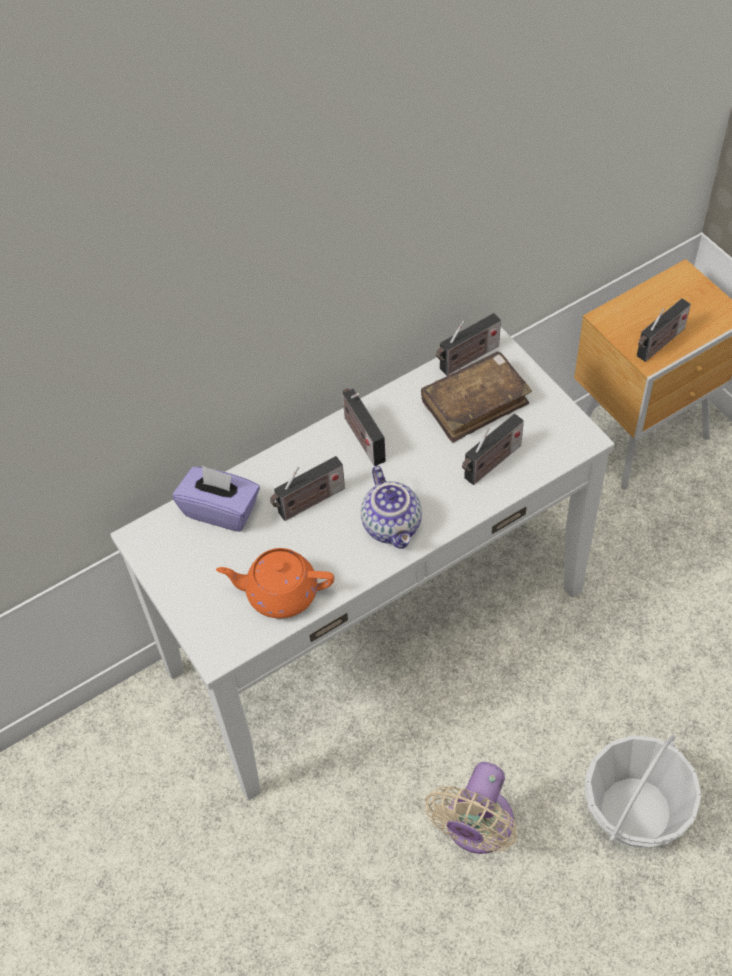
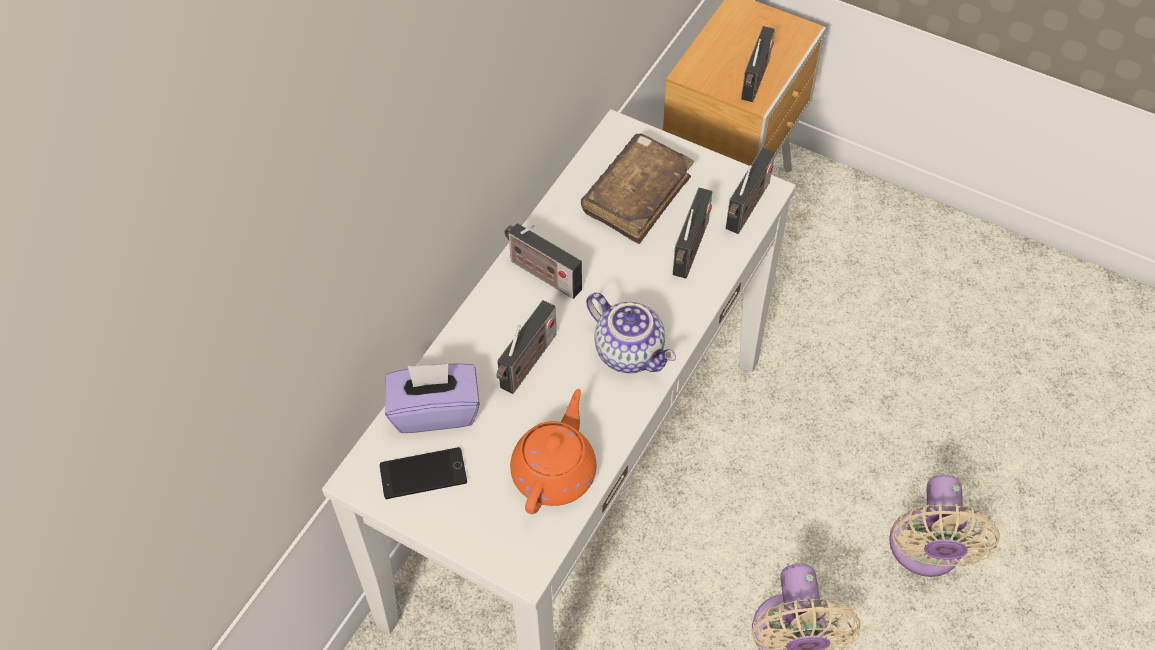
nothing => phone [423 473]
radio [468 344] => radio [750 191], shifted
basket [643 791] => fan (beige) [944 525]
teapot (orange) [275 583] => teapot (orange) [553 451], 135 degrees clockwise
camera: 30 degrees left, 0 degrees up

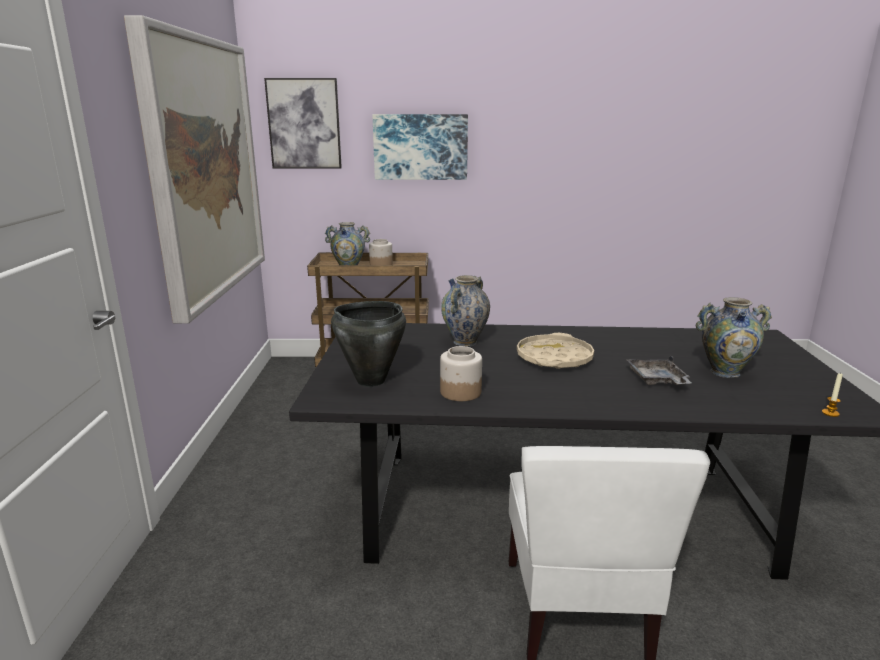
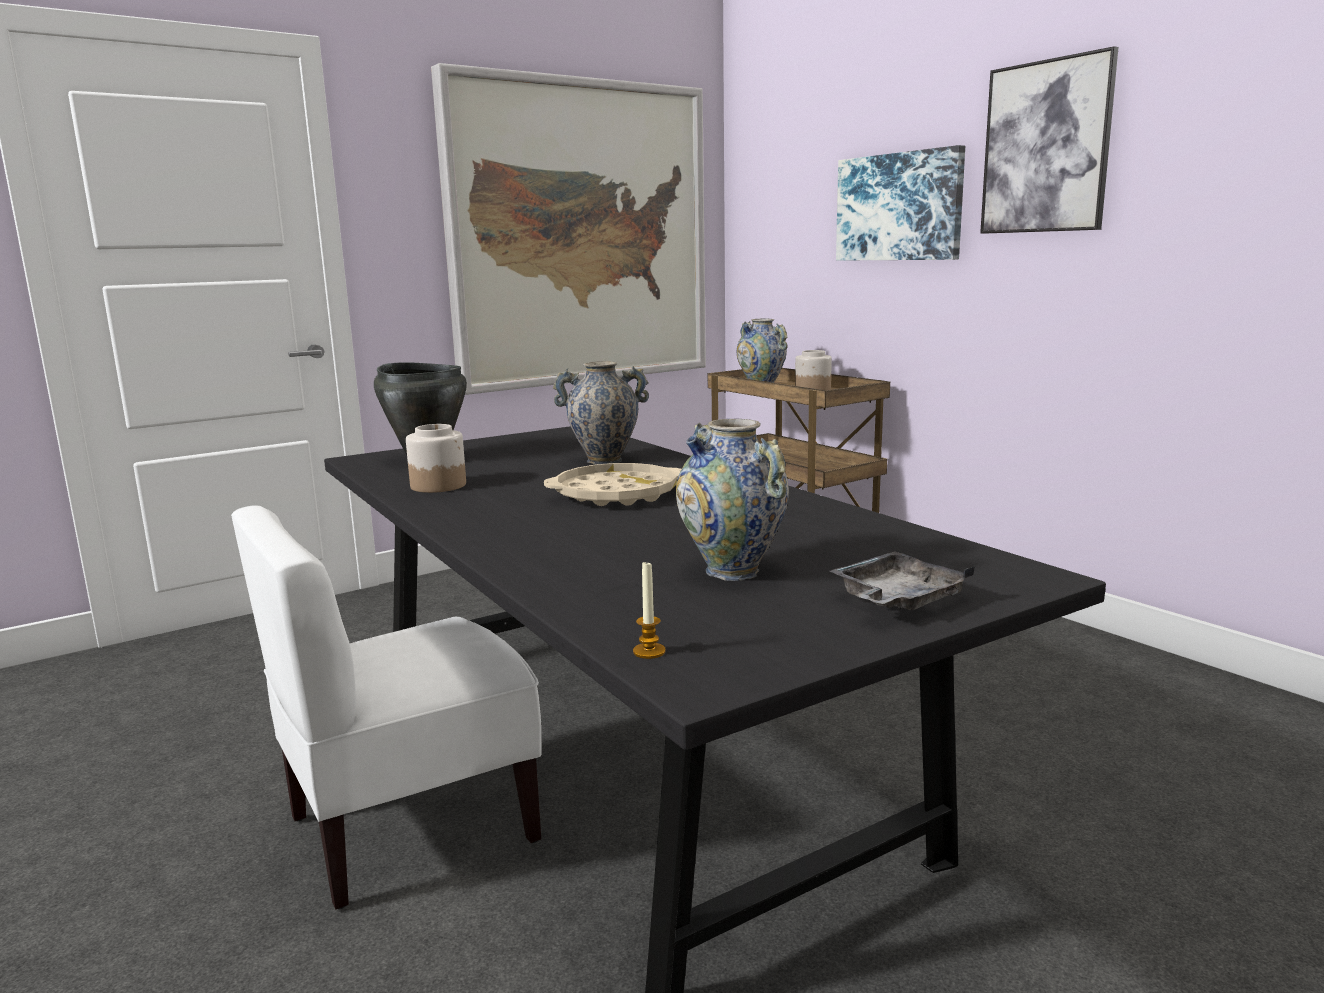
picture [303 123] => picture [1049 140], shifted
tray (grey) [658 370] => tray (grey) [902 580], shifted
camera: 55 degrees right, 5 degrees down

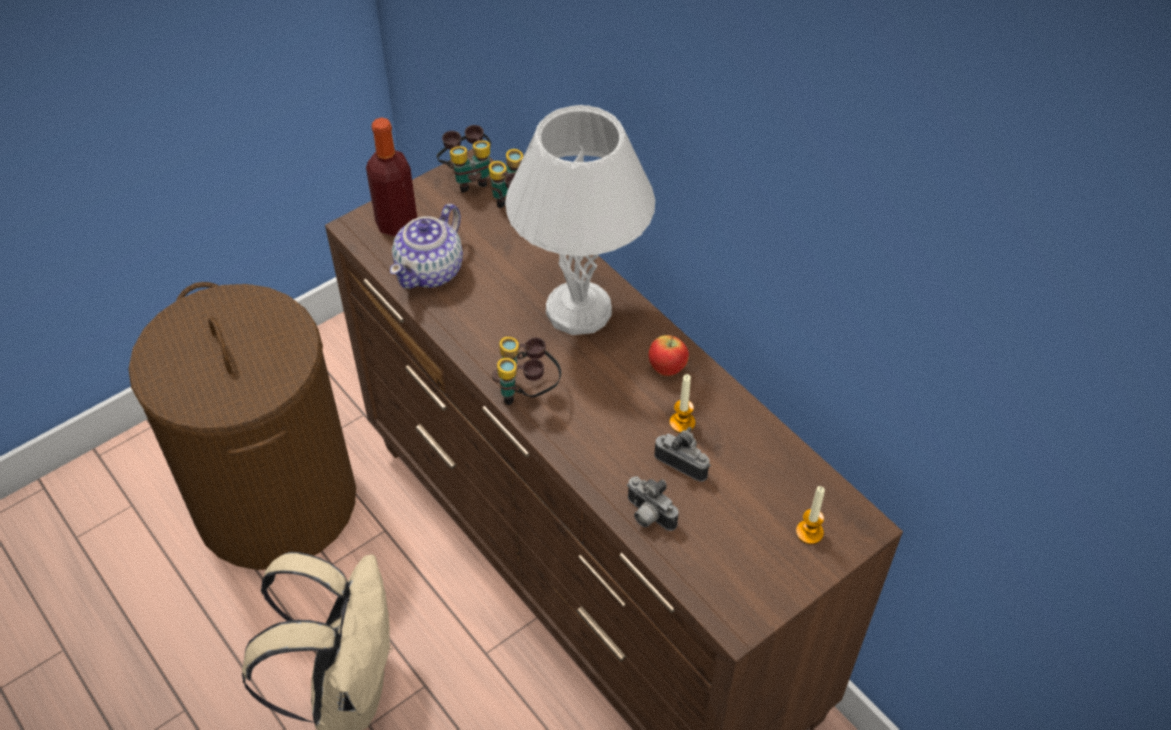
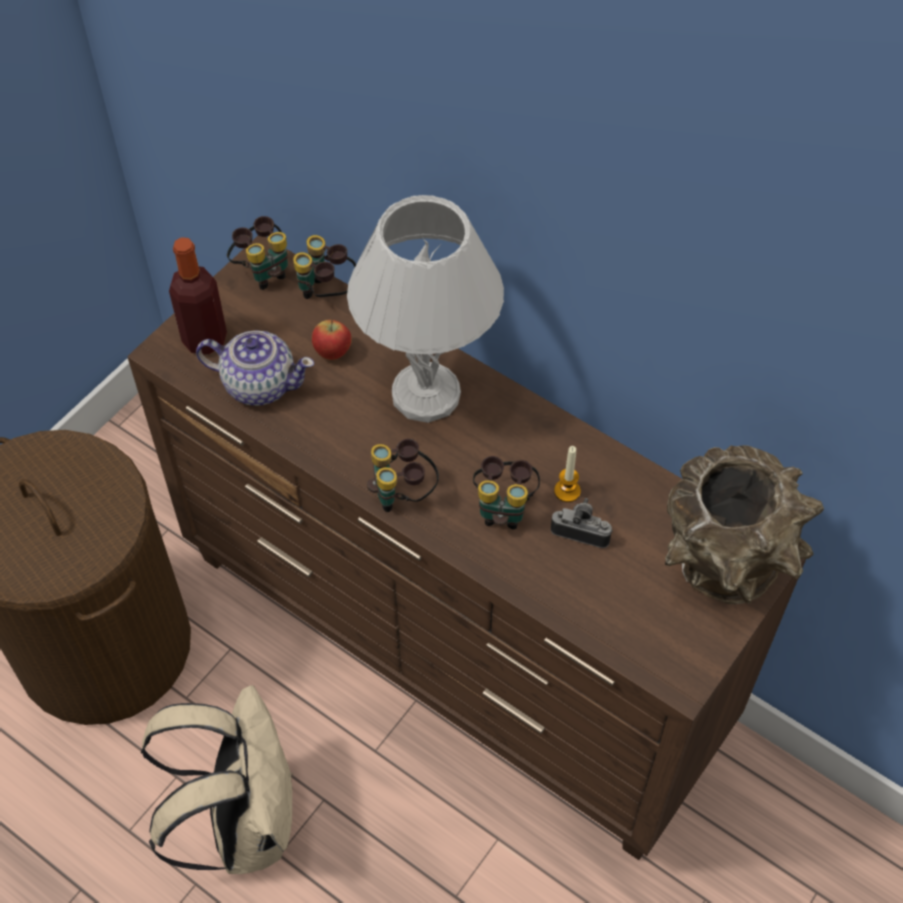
photo camera [652 503] => nothing
nothing => binoculars [506 492]
apple [669 355] => apple [332 340], shifted
candle [810 515] => vase (brown) [744 525]
teapot [426 246] => teapot [255 368], 90 degrees counterclockwise
camera: 15 degrees left, 5 degrees up

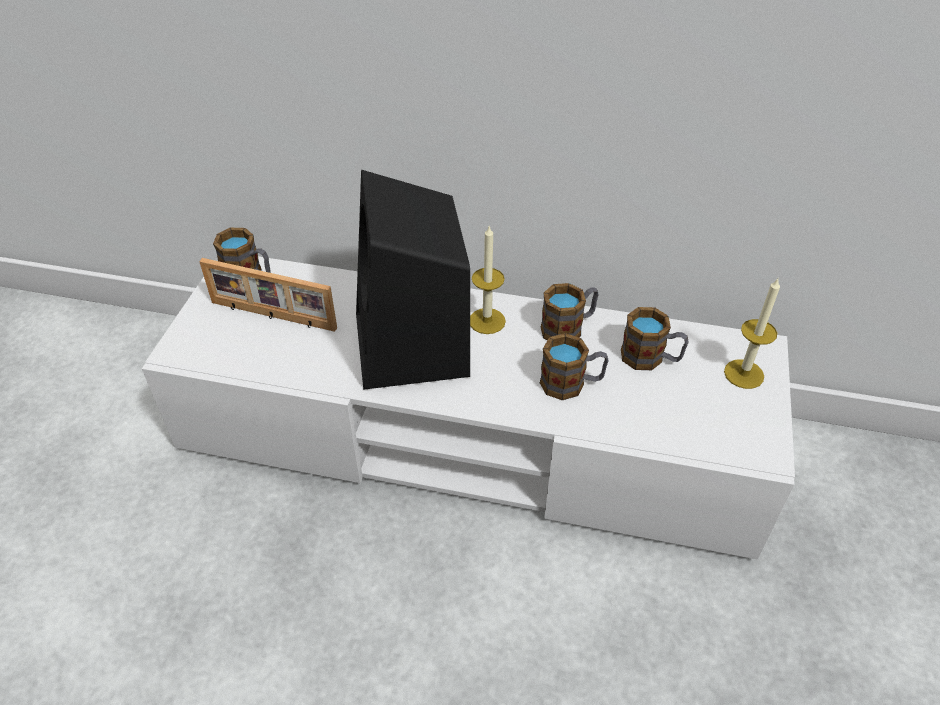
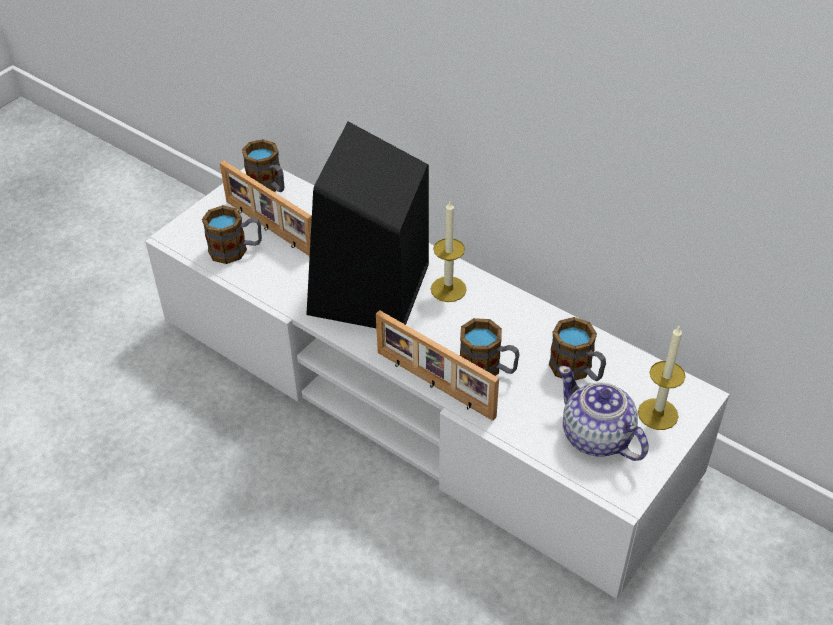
nothing => picture frame [437 365]
nothing => teapot [604 413]
mug [570 311] => mug [232 234], shifted
camera: 25 degrees right, 0 degrees up

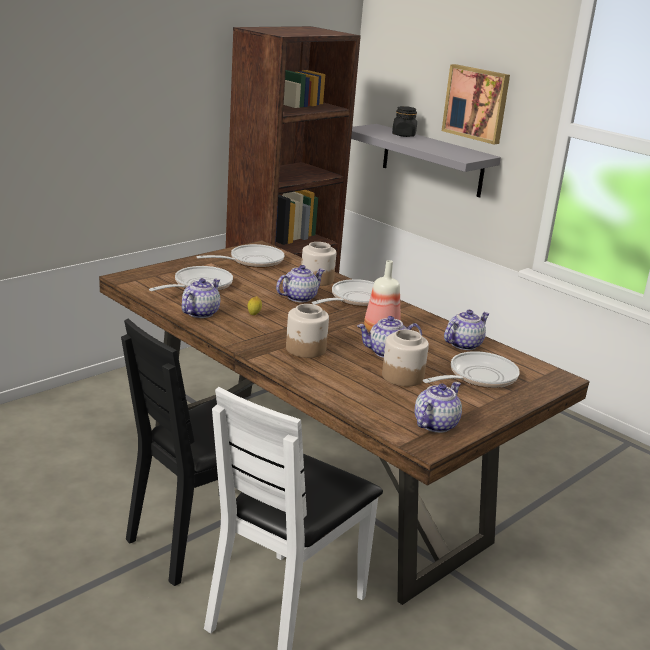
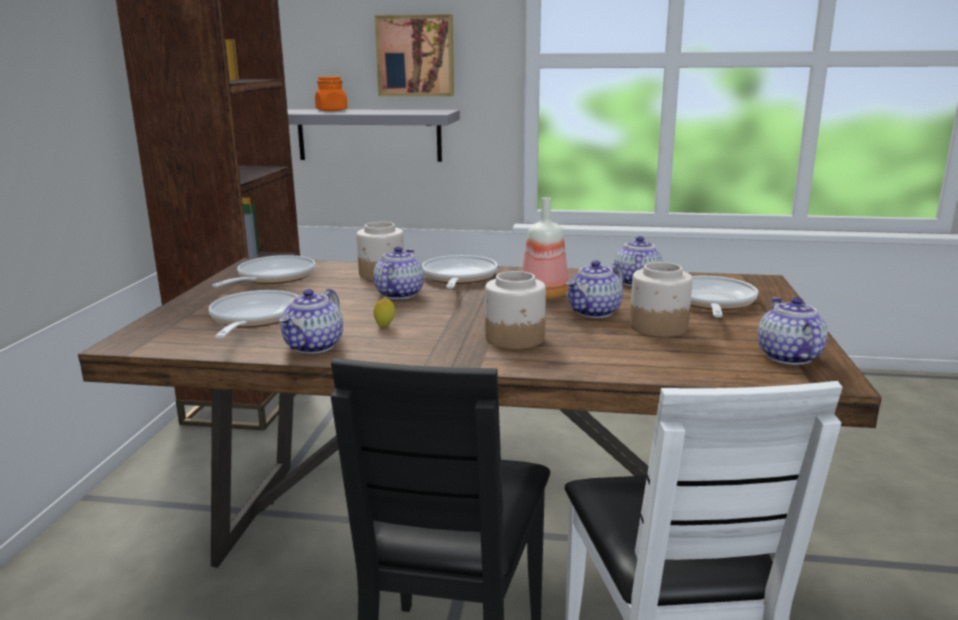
jar (black) [404 121] => jar (orange) [331 94]
teapot [201 298] => teapot [311 321], 150 degrees counterclockwise
camera: 35 degrees left, 5 degrees down

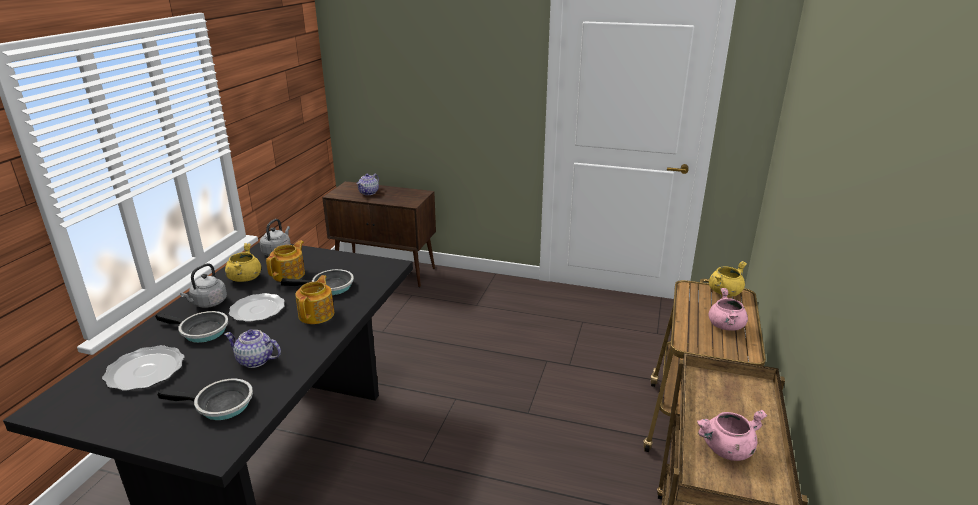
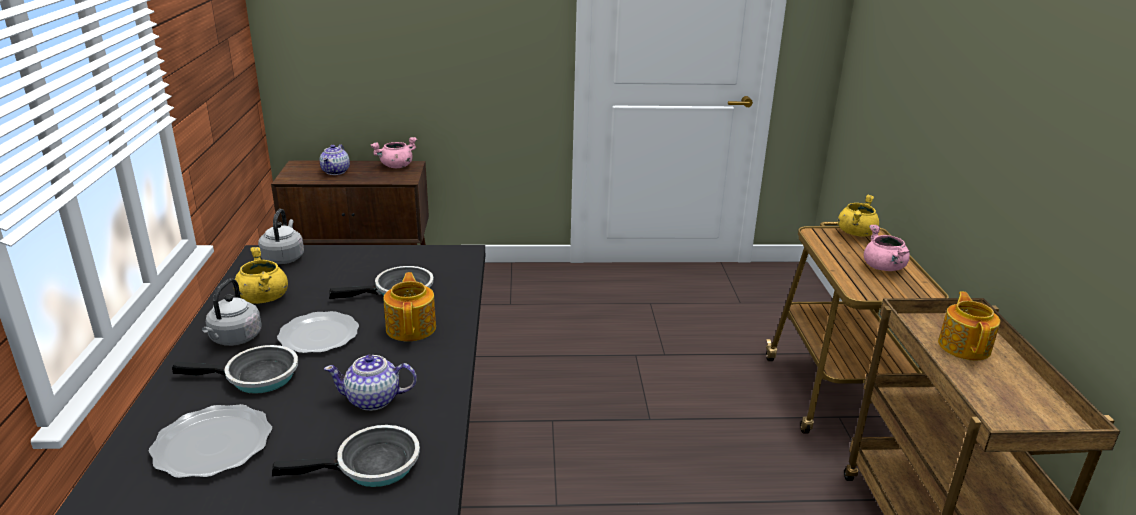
teapot [285 261] => teapot [969 326], shifted
cooking pot (pink) [732 435] => cooking pot (pink) [394 152], shifted
camera: 20 degrees left, 0 degrees up

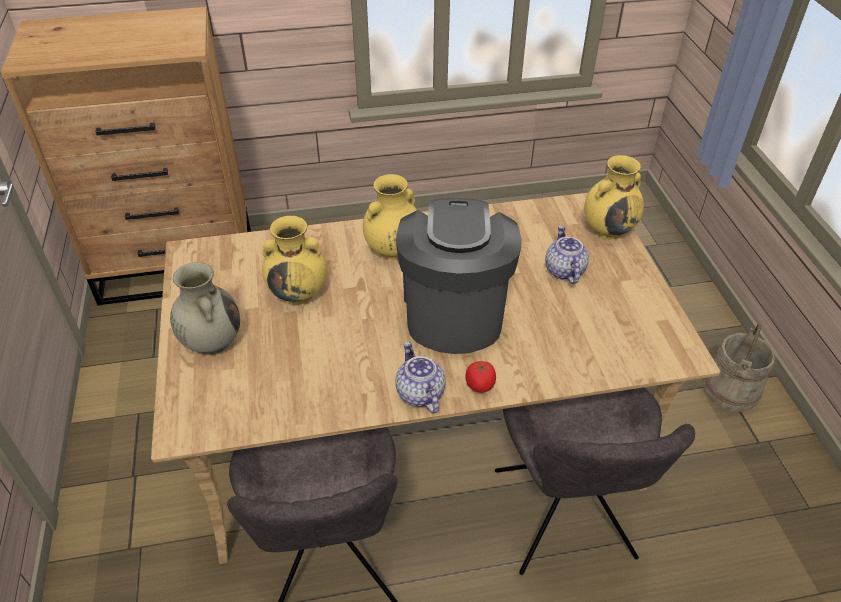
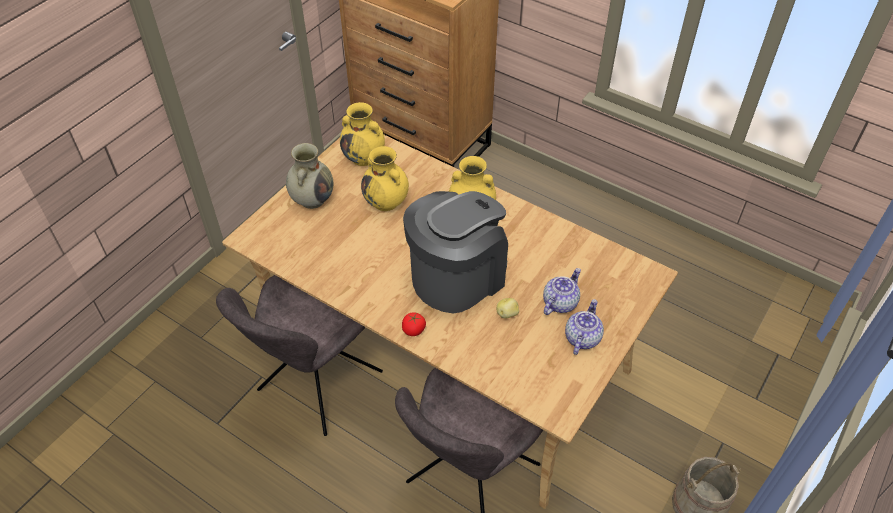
nothing => potato [508 308]
teapot [420 377] => teapot [584 327], shifted
vase (yellow) [614 197] => vase (yellow) [362 134], shifted
camera: 45 degrees right, 5 degrees up

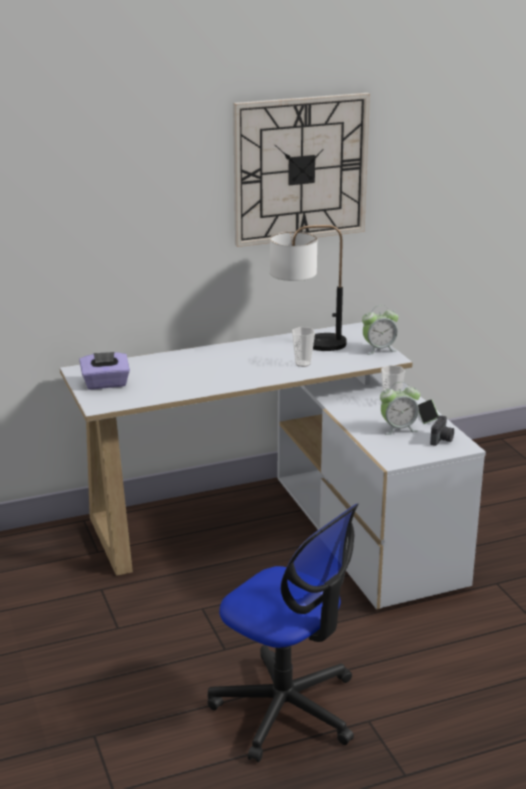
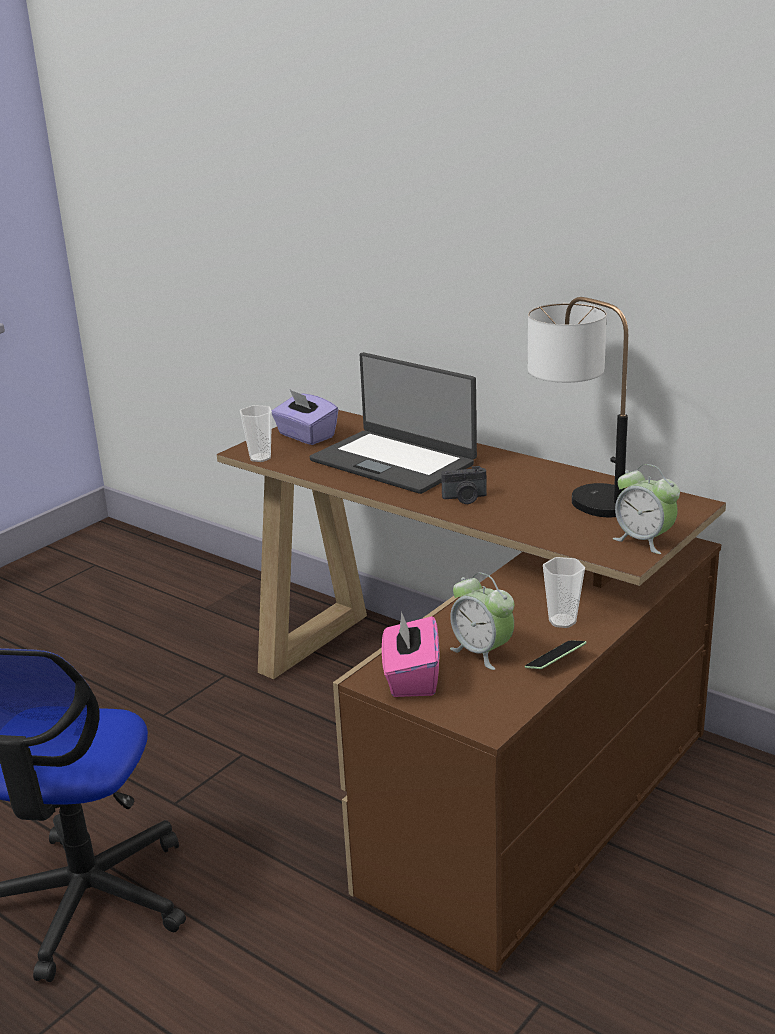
wall clock [301 170] => nothing
nothing => laptop [393 423]
nothing => tissue box (pink) [411 654]
cup [303 347] => cup [256 433], shifted
photo camera [442 431] => photo camera [464 485], shifted
desk (white) [273 466] => desk (brown) [471 691]
camera: 60 degrees right, 0 degrees up

